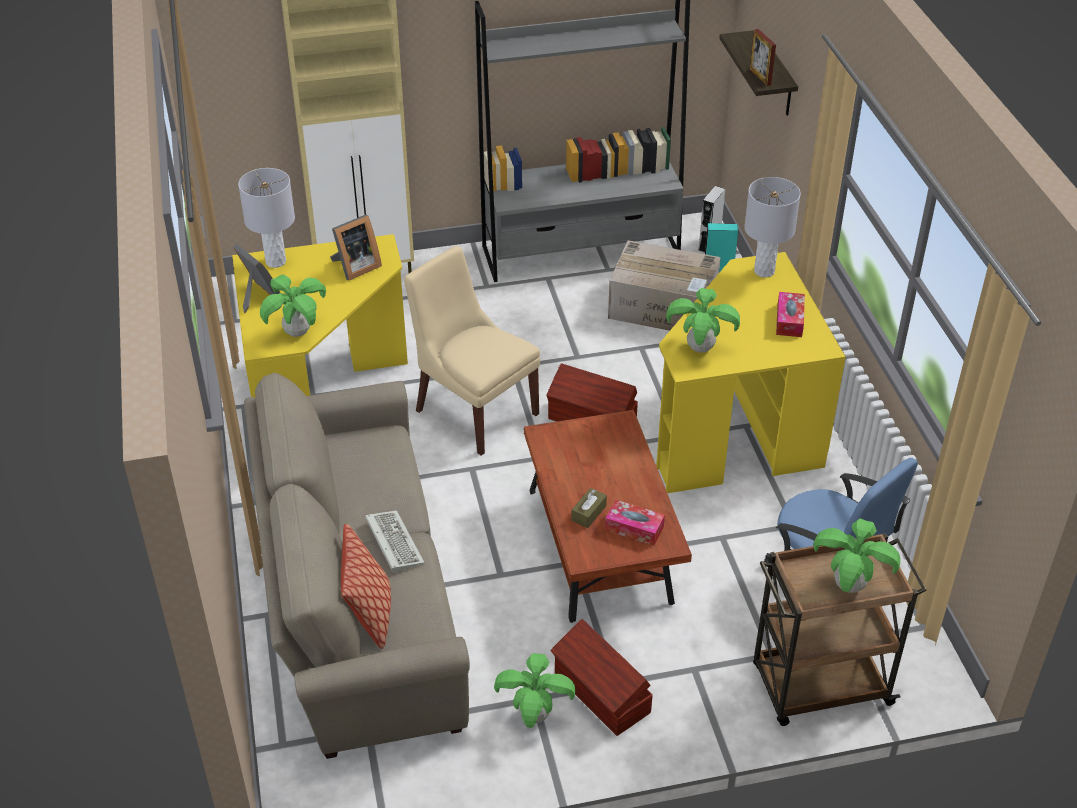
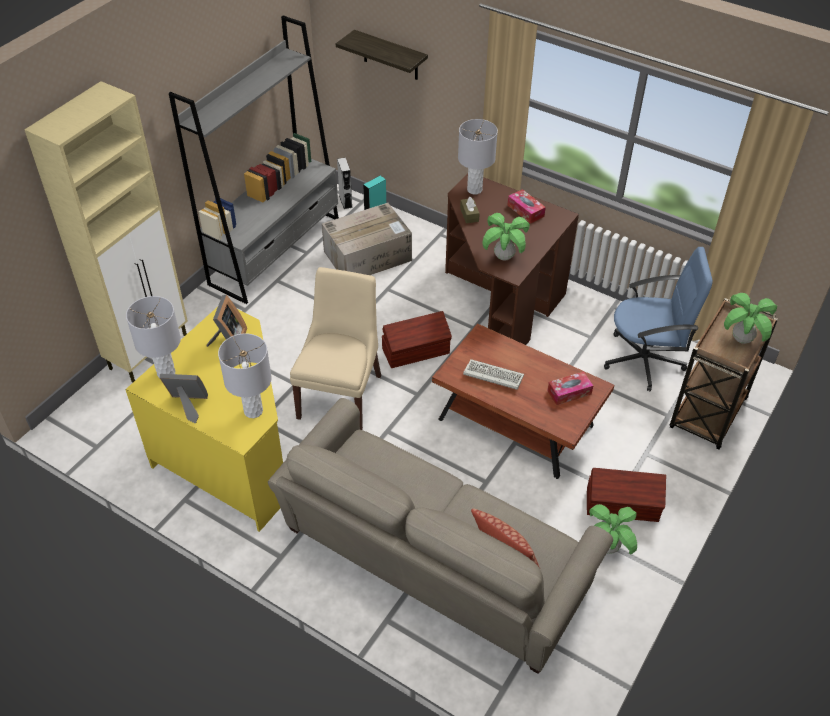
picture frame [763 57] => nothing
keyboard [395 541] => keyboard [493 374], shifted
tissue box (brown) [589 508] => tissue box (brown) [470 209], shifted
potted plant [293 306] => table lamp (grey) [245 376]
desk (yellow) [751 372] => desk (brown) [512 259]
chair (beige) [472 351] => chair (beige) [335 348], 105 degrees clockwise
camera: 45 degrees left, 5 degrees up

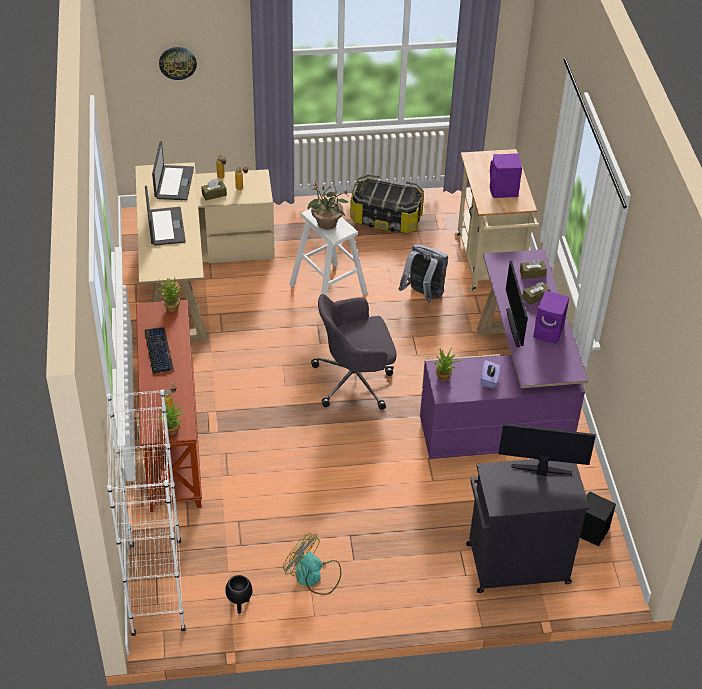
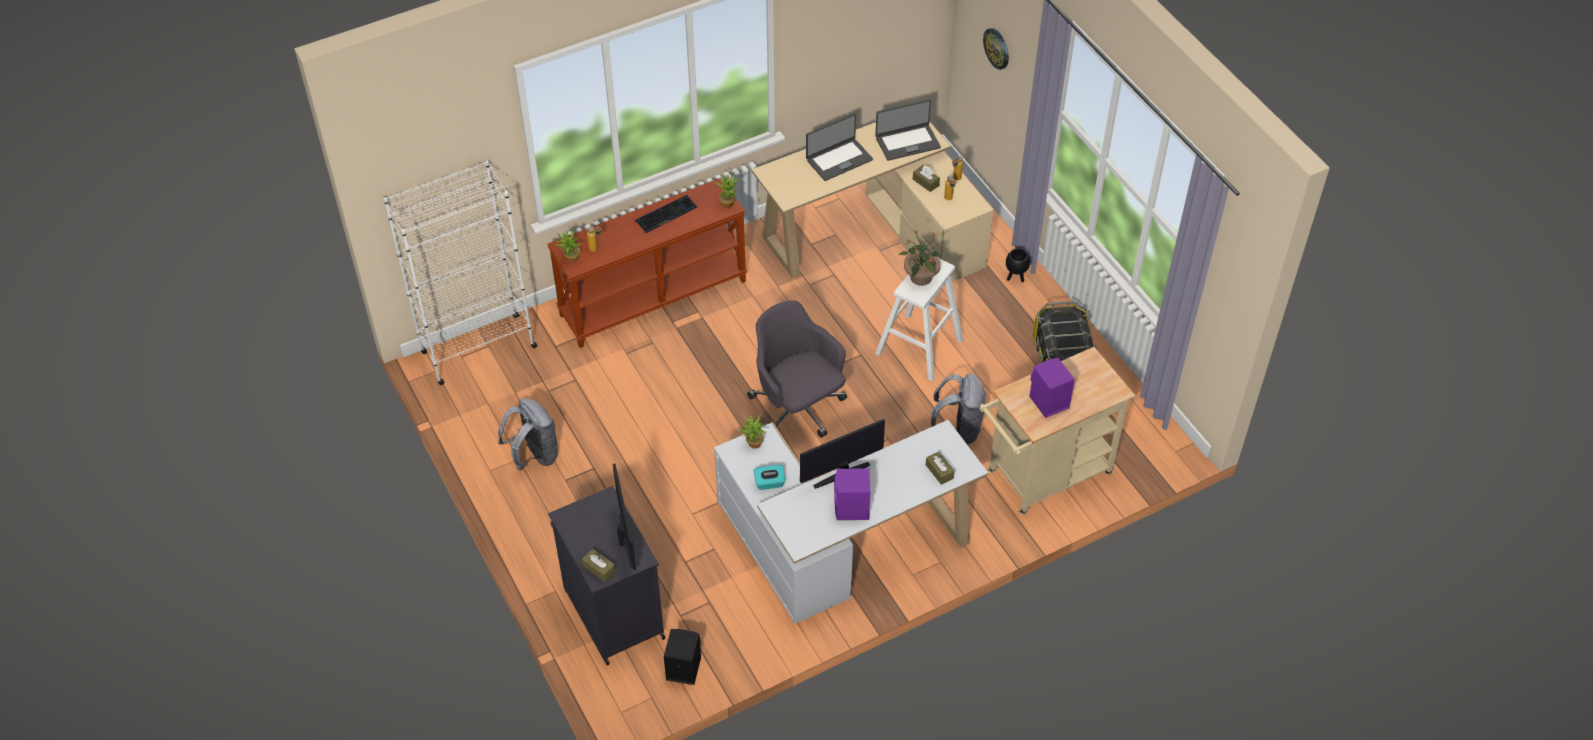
planter (black) [239 594] => planter (black) [1018 265], shifted
tissue box (brown) [536 293] => tissue box (brown) [599 565], shifted
fan [312 564] => backpack (grey) [528 434]
desk (purple) [504 354] => desk (white) [851 522]
tissue box (purple) [490 374] => tissue box (turquoise) [769 477]
camera: 70 degrees right, 5 degrees up

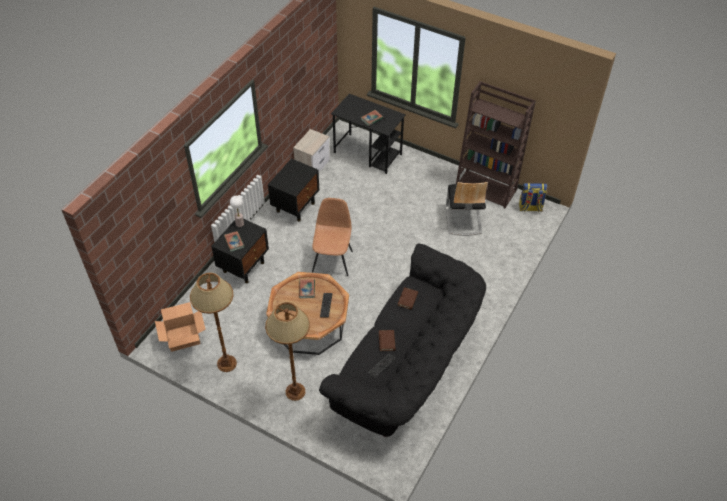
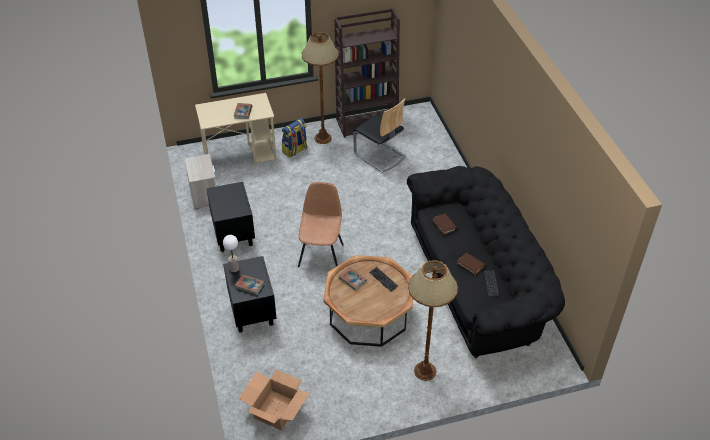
floor lamp (brown) [213 322] => floor lamp (brown) [320 88], shifted
backpack [533 197] => backpack [294 138], shifted
desk (black) [368 134] => desk (beige) [236 129]
chair (brown) [332 237] => chair (brown) [321 224], 45 degrees clockwise
camera: 45 degrees left, 5 degrees down

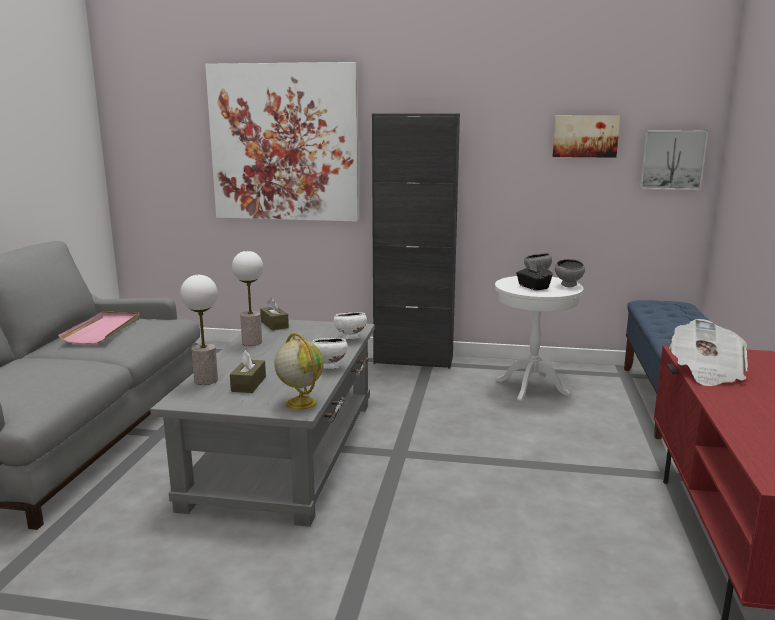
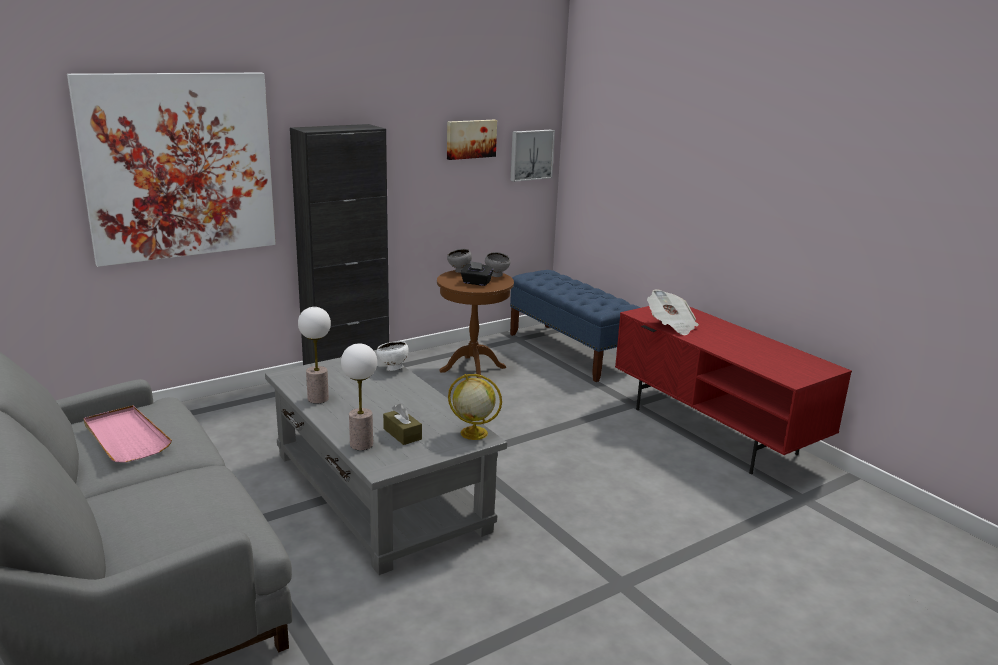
tissue box (brown) [274 314] => nothing
bowl (white) [330 353] => nothing
side table (white) [539 338] => side table (brown) [475 324]
camera: 45 degrees left, 5 degrees up

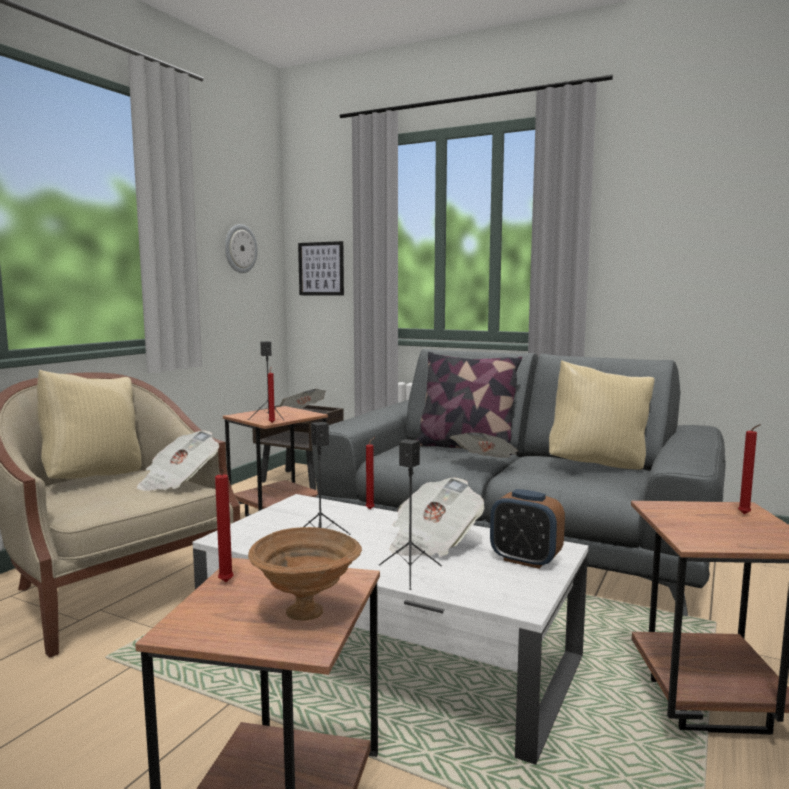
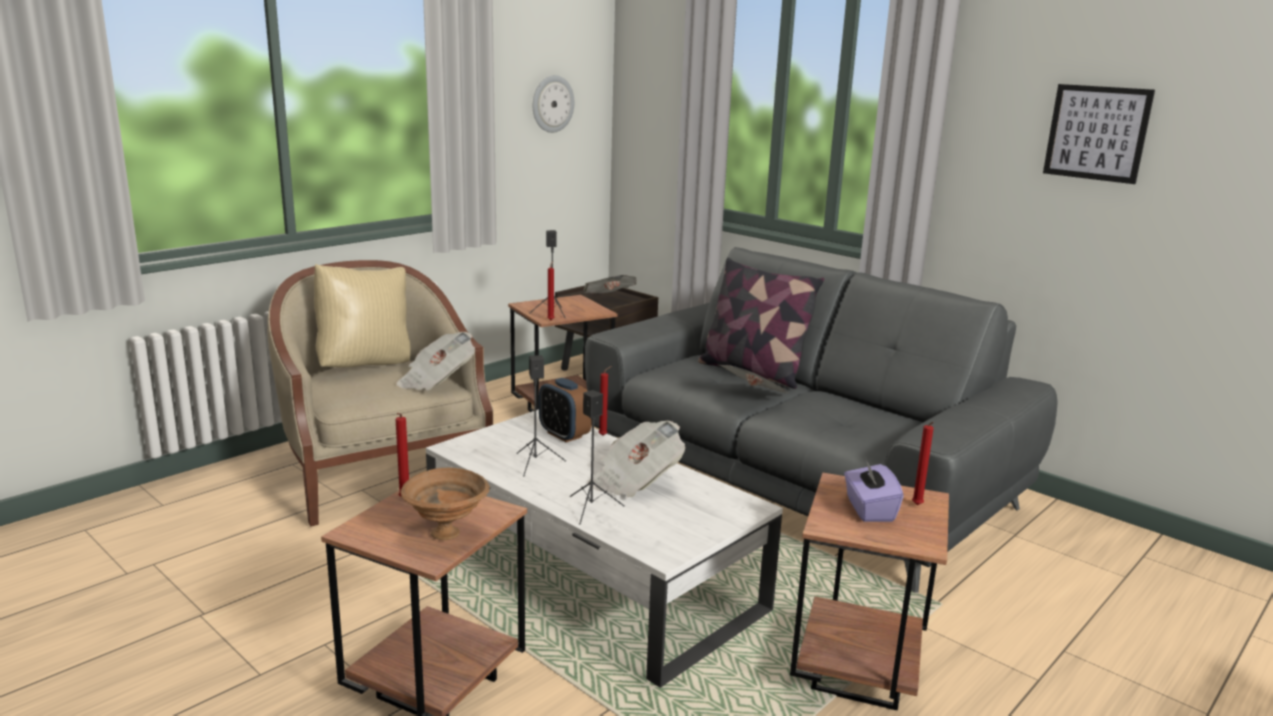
pillow (beige) [602 415] => nothing
nothing => tissue box (purple) [874 489]
picture [321 268] => picture [1099 134], shifted
alarm clock [527 529] => alarm clock [565 410], shifted
camera: 15 degrees right, 10 degrees up

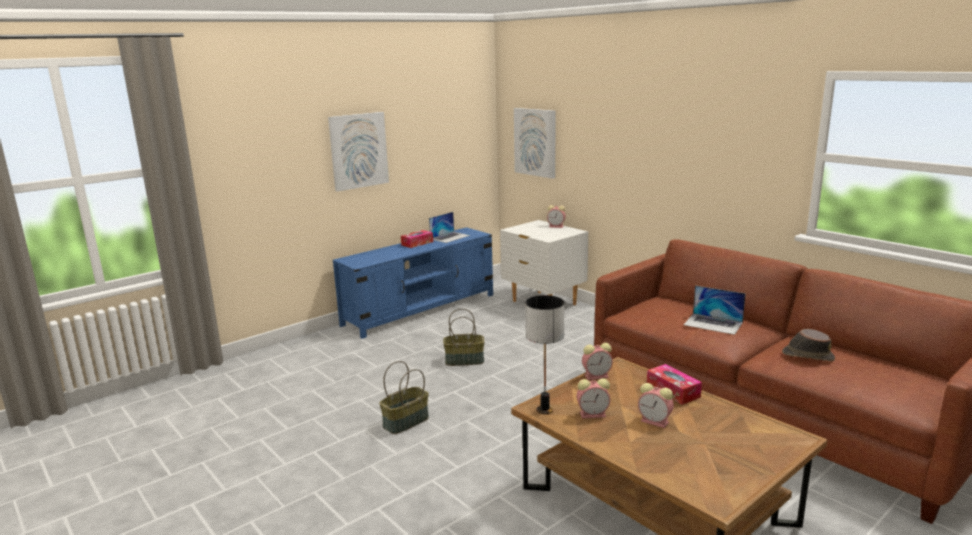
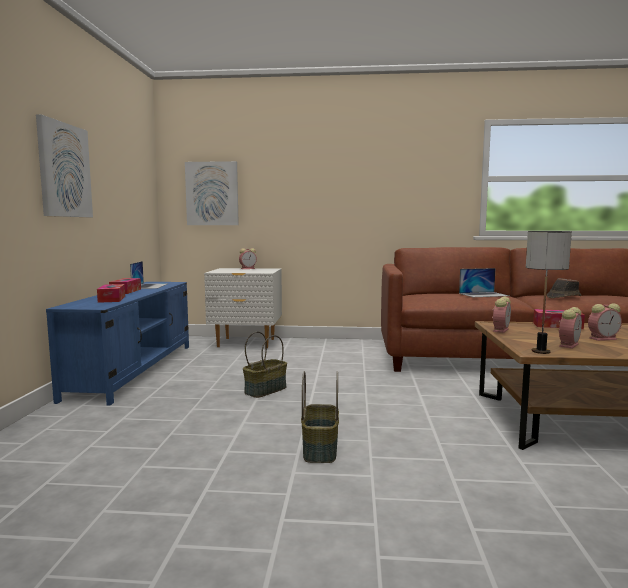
nothing => tissue box [111 293]
camera: 45 degrees left, 10 degrees down

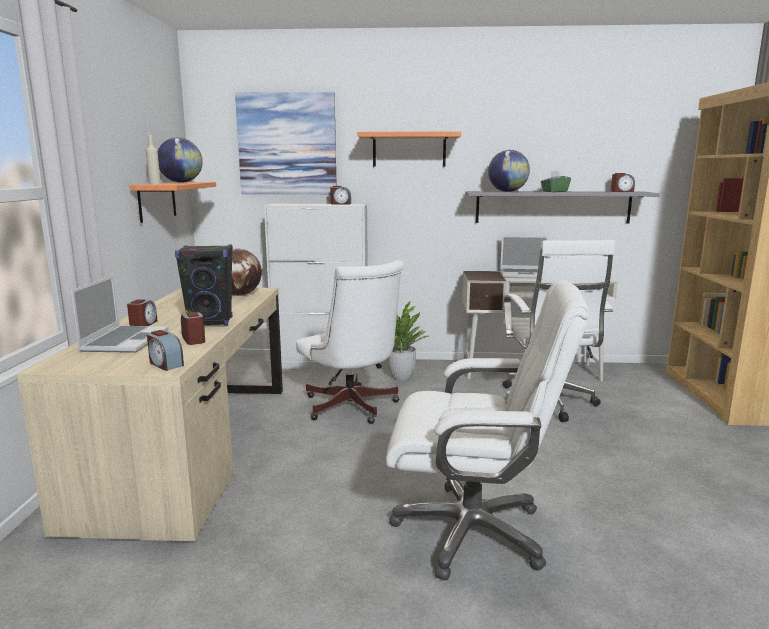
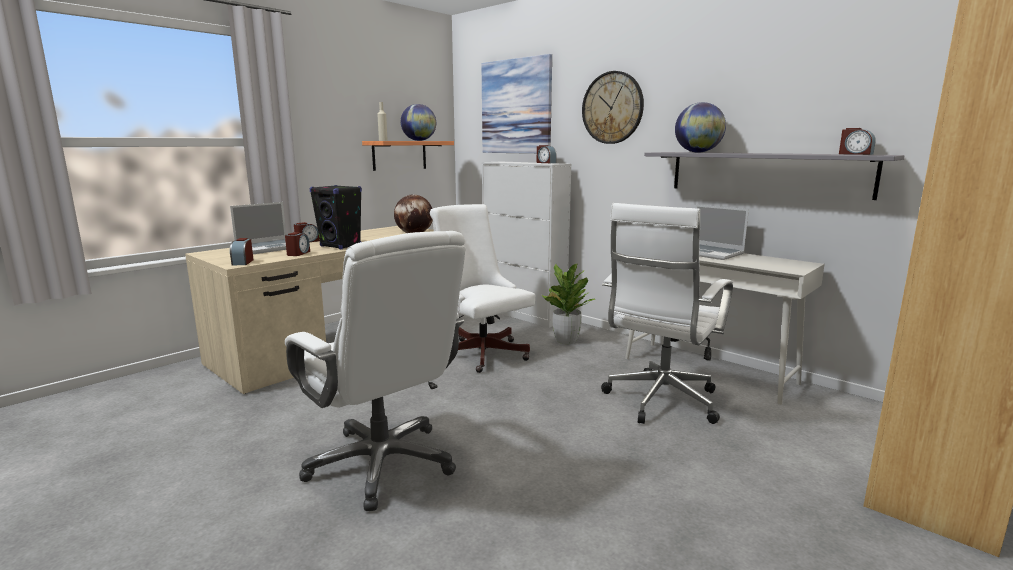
tissue box (green) [556 181] => nothing
shelf [409 149] => wall clock [613 107]
office chair (white) [350 342] => office chair (white) [482 288], 135 degrees clockwise
camera: 40 degrees right, 0 degrees up

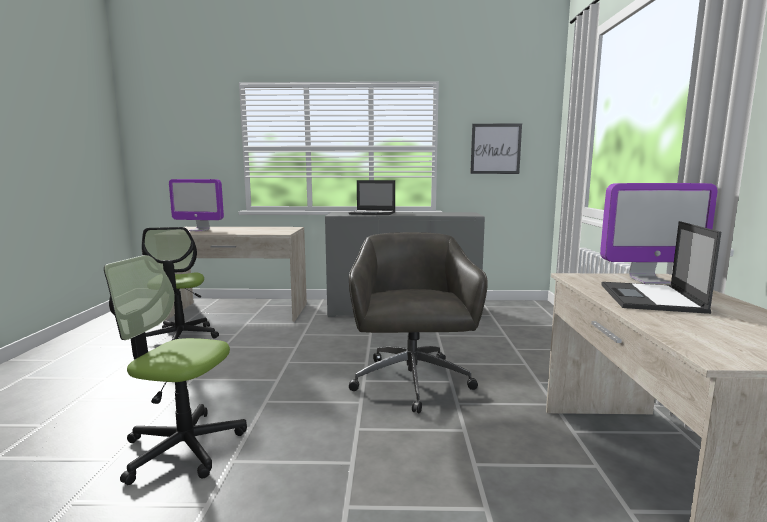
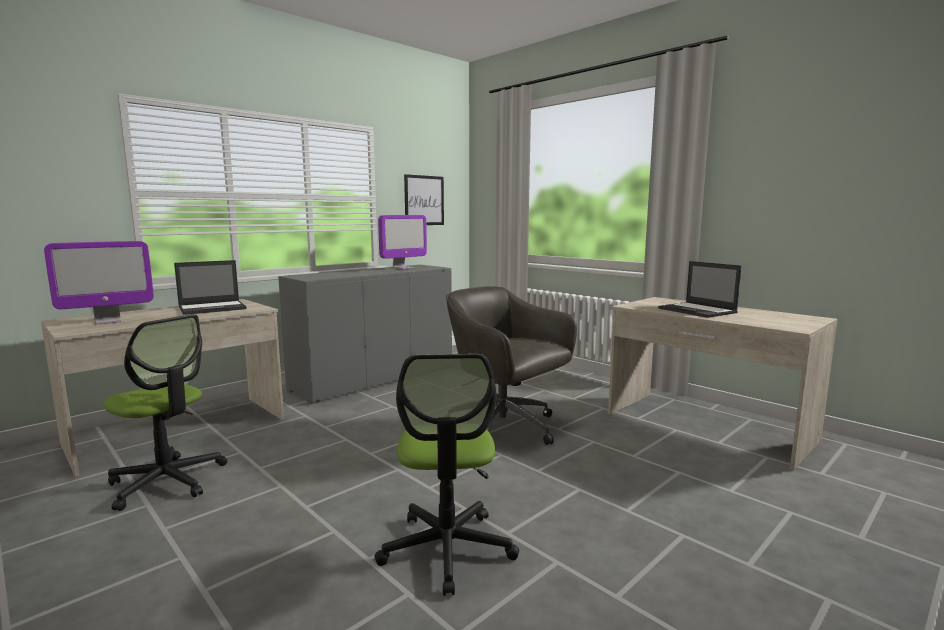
laptop [372 197] => laptop [210 287], shifted
monitor [659 233] => monitor [402 242], shifted
office chair [175 370] => office chair [447 475], 60 degrees counterclockwise
camera: 45 degrees left, 0 degrees up

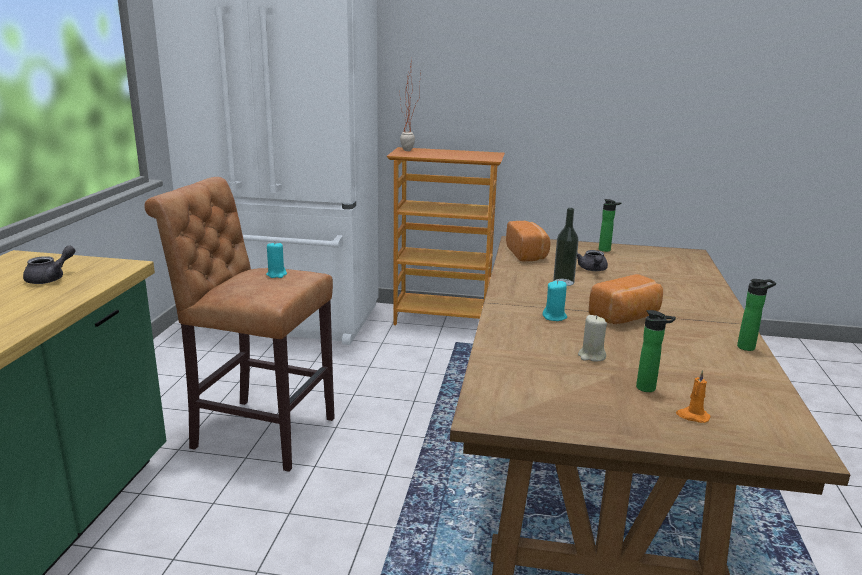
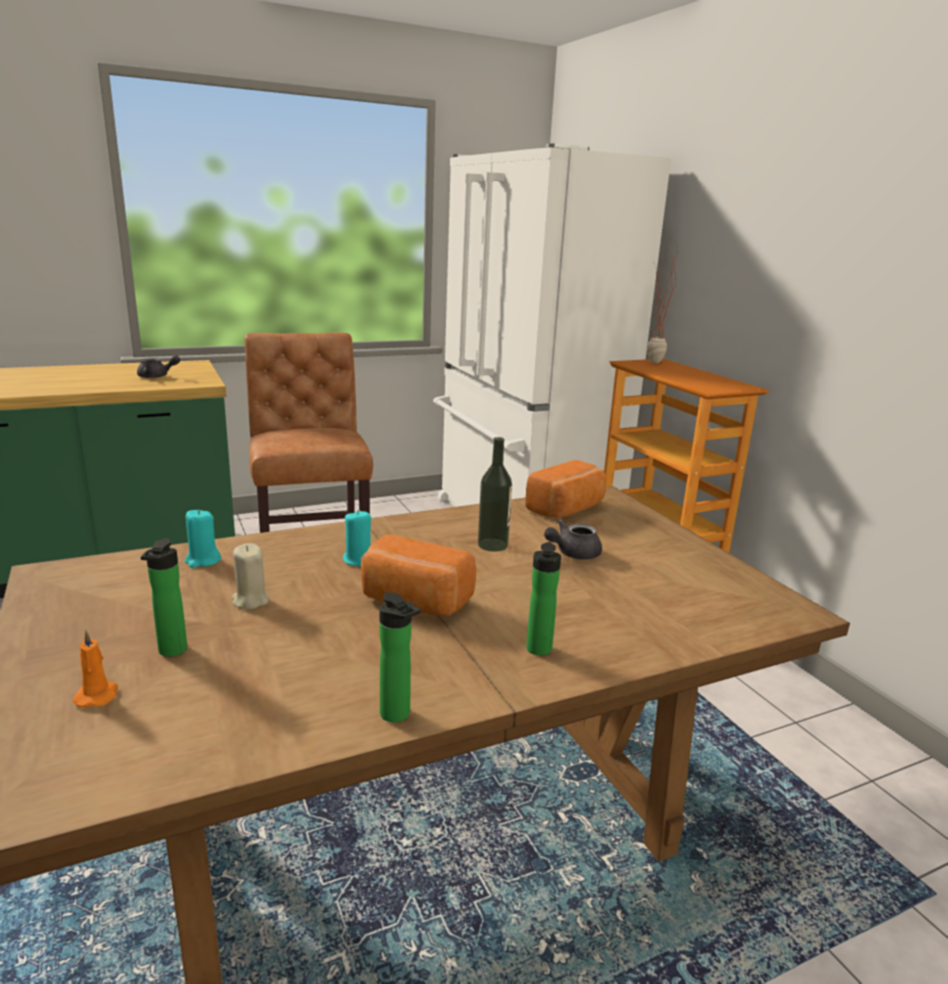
candle (turquoise) [276 259] => candle (turquoise) [203 538], shifted
bottle [610 225] => bottle [543 599], shifted
camera: 55 degrees right, 0 degrees up

